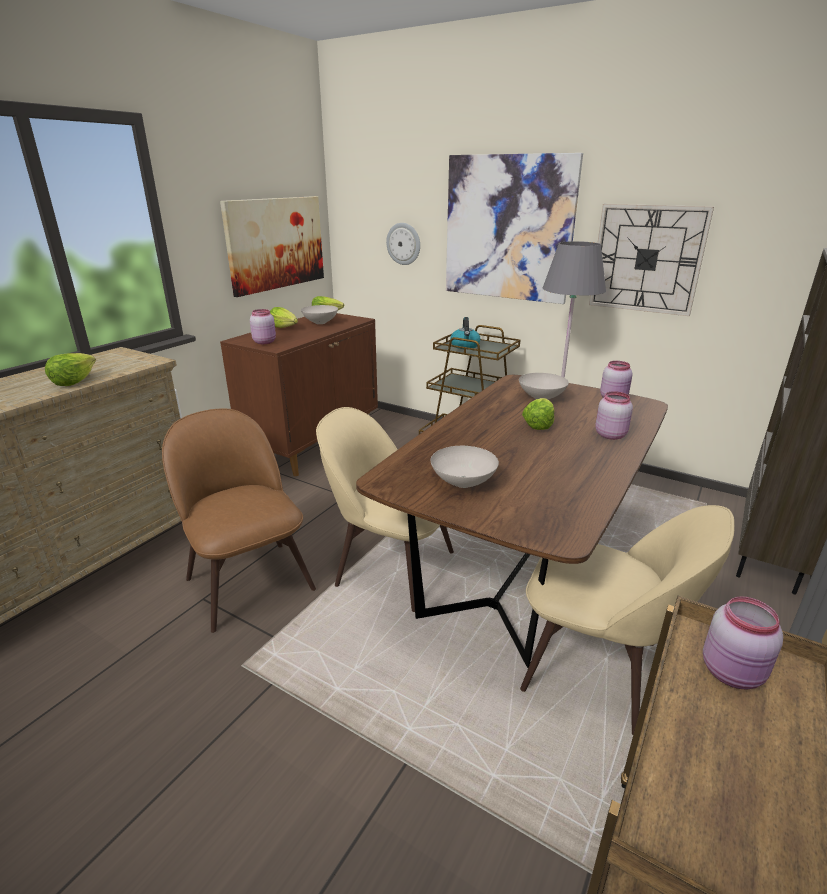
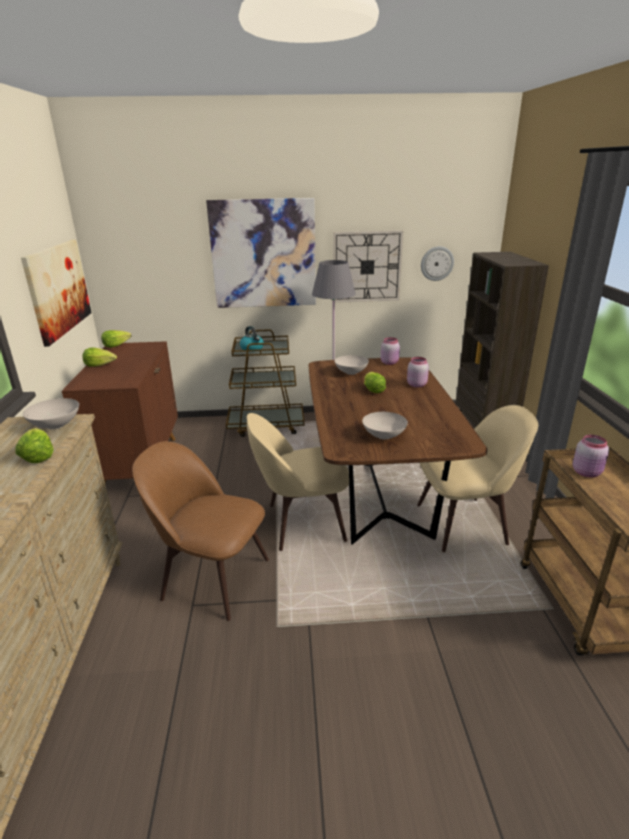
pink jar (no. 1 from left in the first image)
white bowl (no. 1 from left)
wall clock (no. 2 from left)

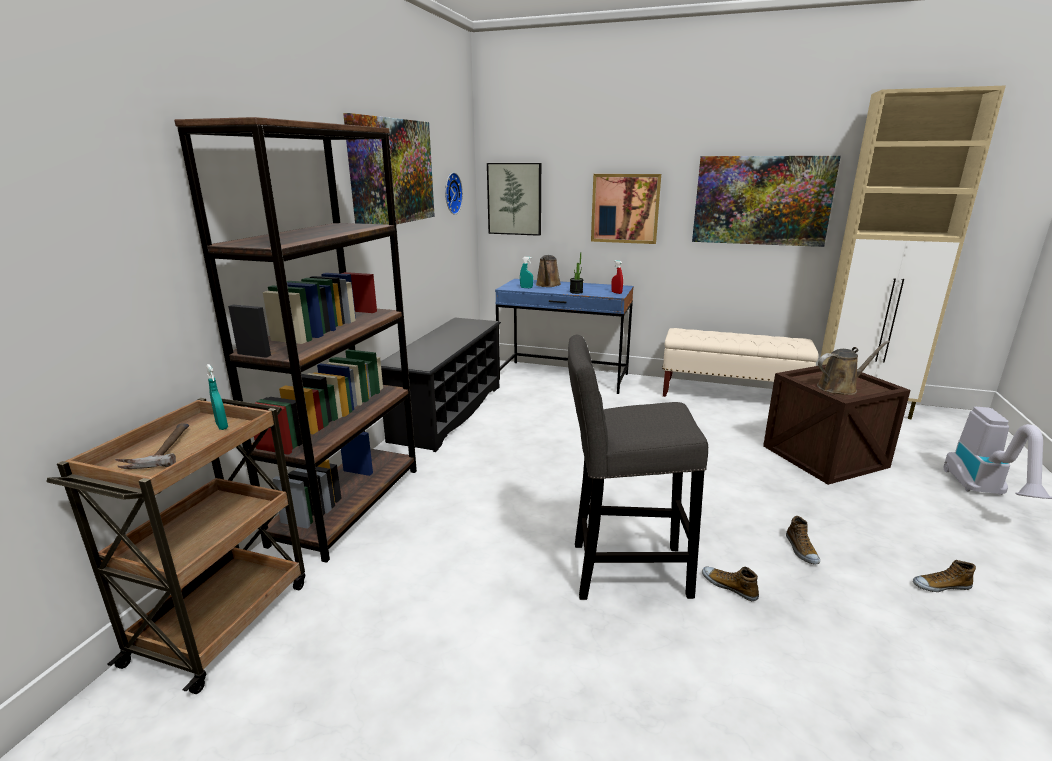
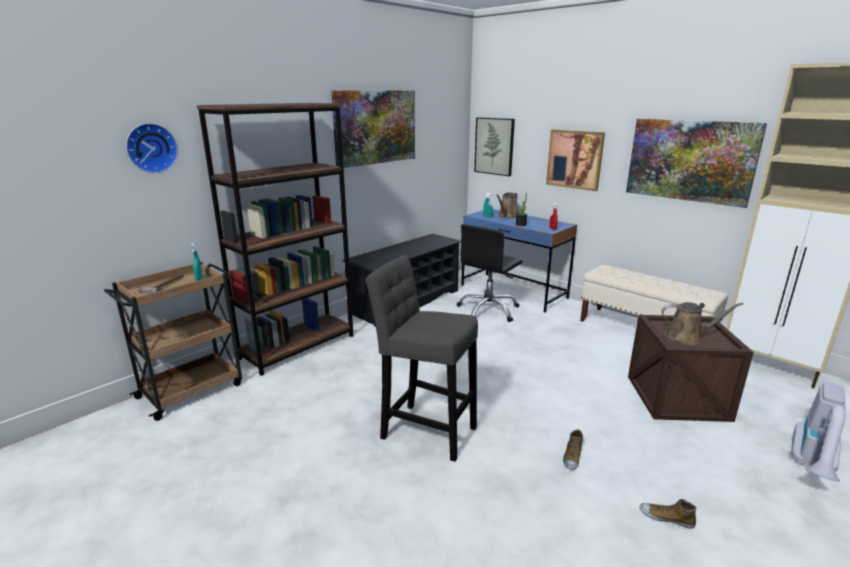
wall clock
shoe (no. 1 from left in the first image)
black office chair

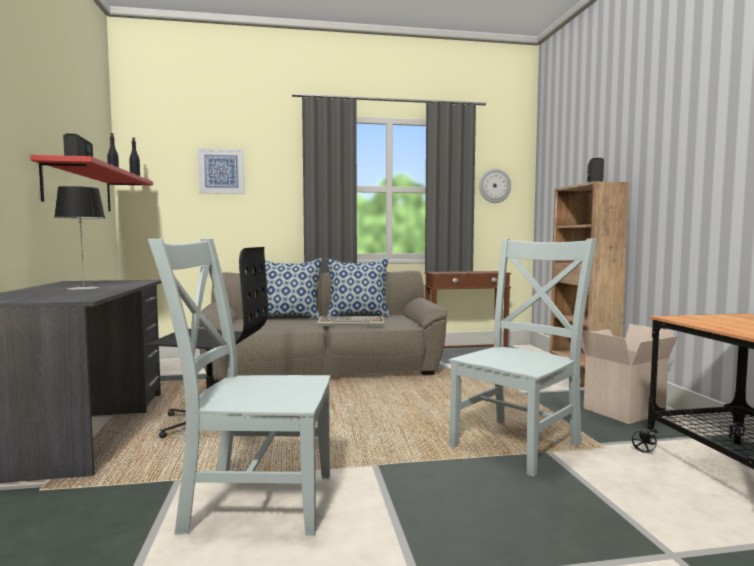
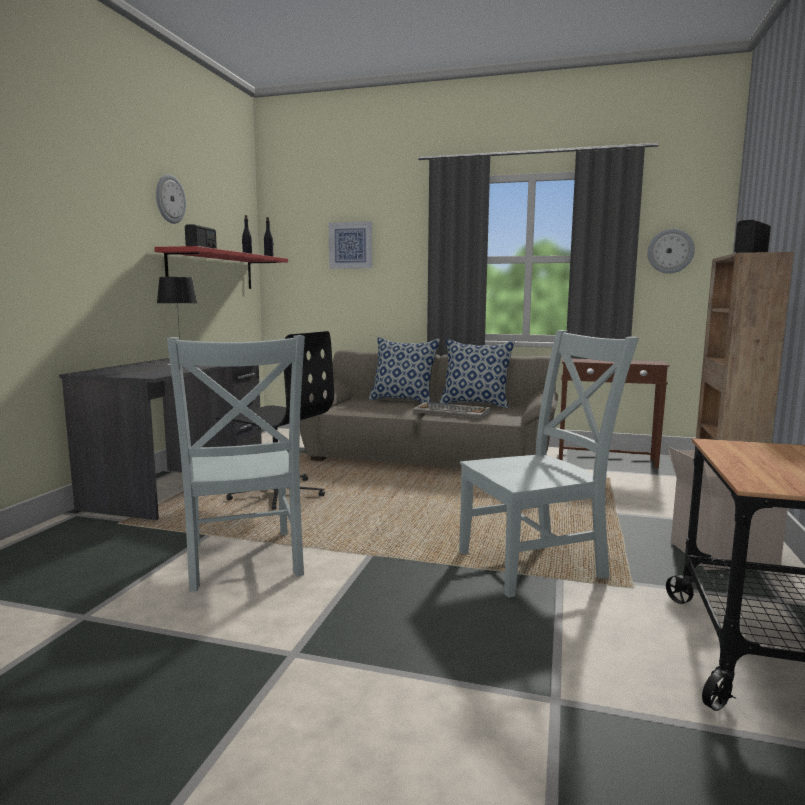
grey chair (no. 1 from left)
wall clock (no. 1 from left)

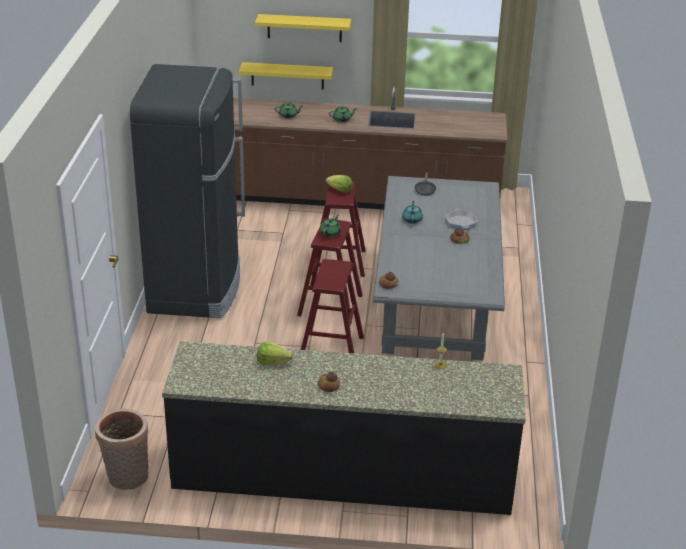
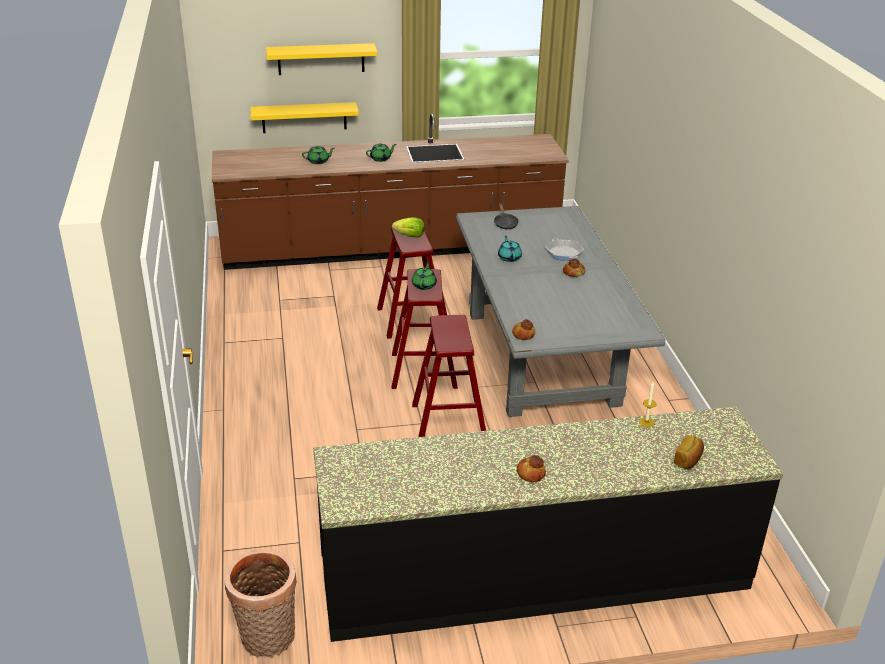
black fridge
lettuce (no. 1 from left in the first image)
bread (no. 4 from left)

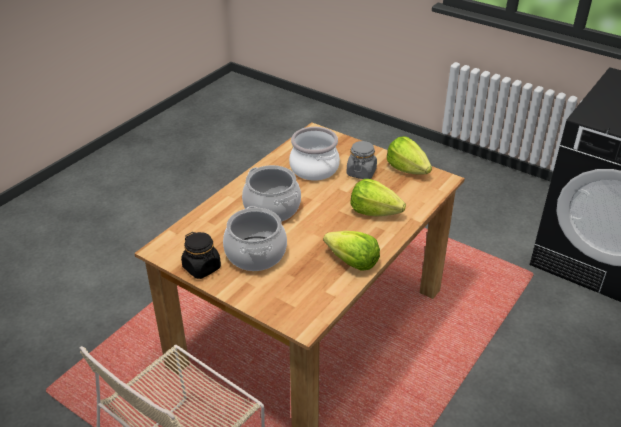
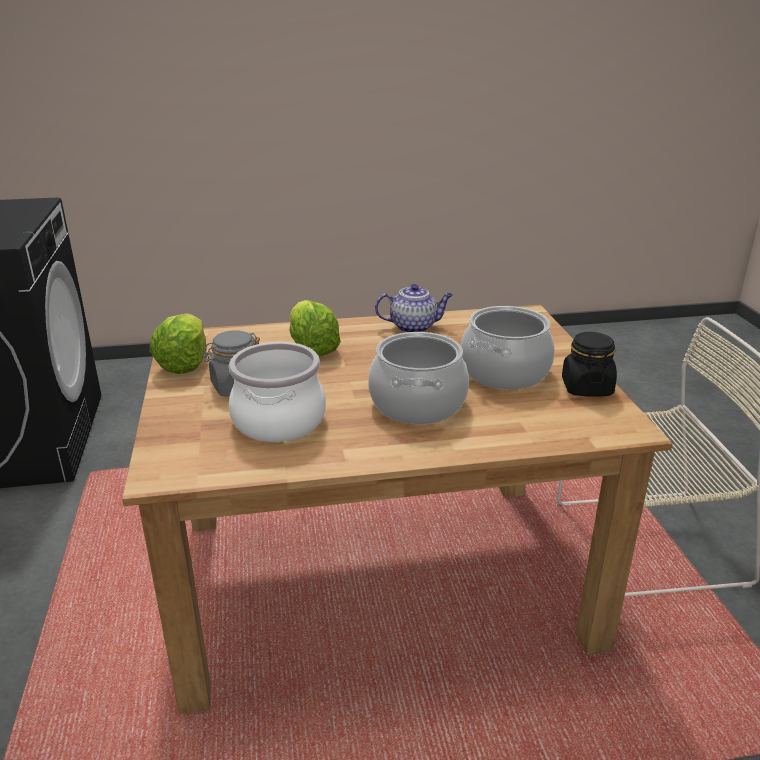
teapot

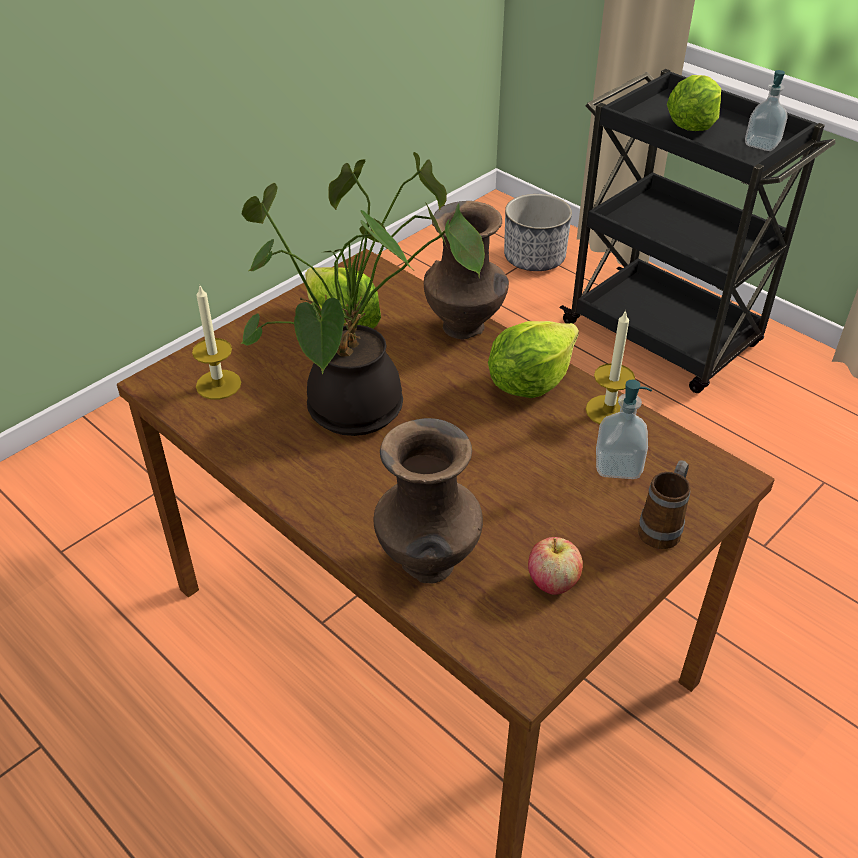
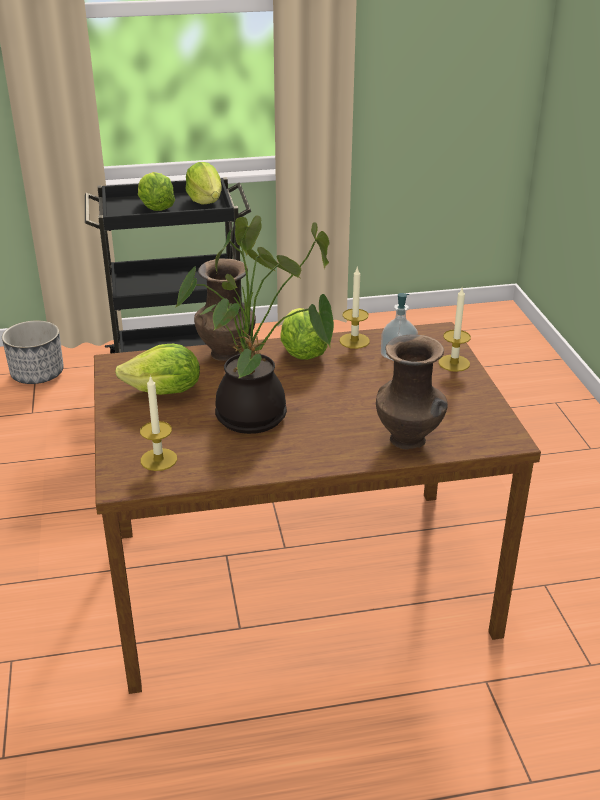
apple
candle (no. 3 from left)
lettuce (no. 3 from left)

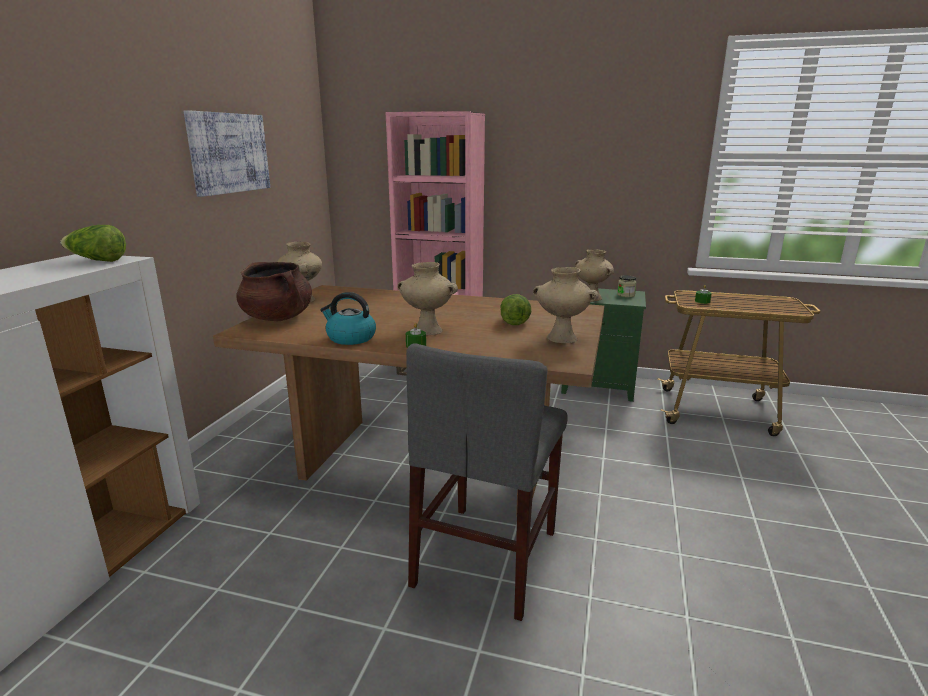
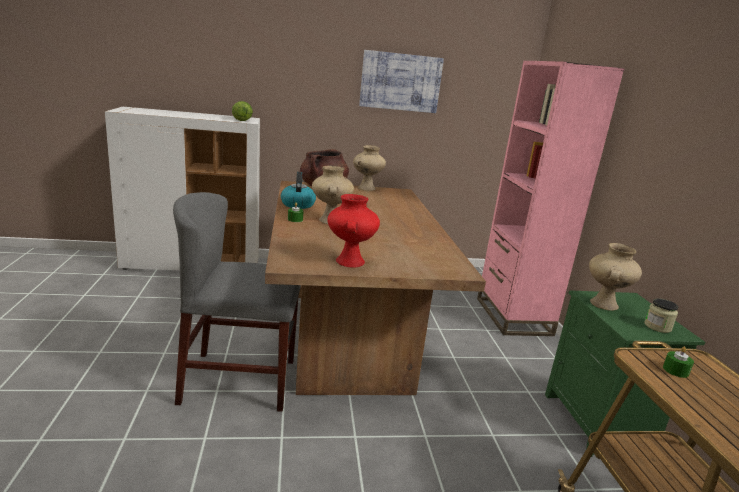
lettuce (no. 2 from left in the first image)
red vase

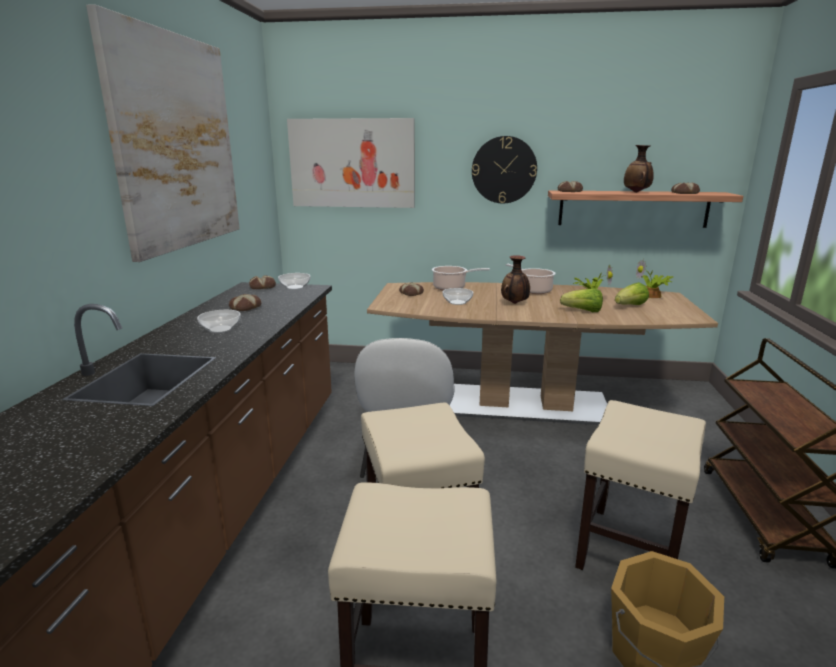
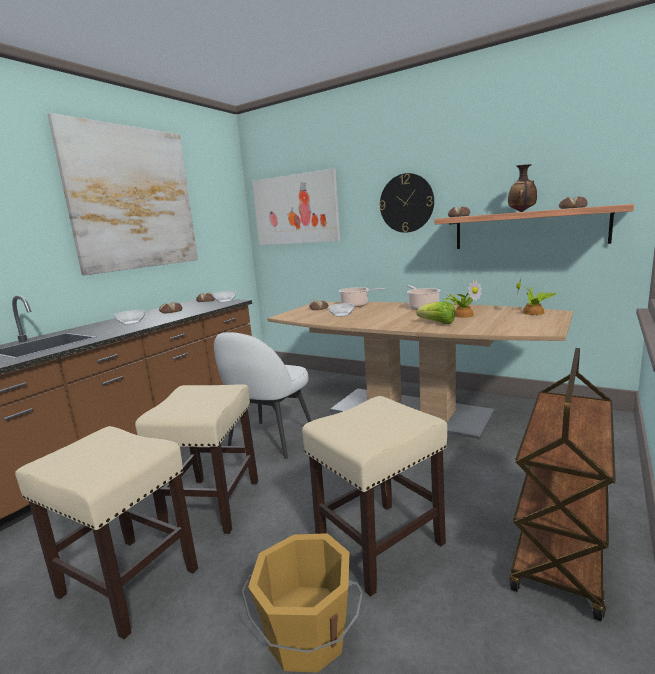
vase (no. 1 from left in the first image)
lettuce (no. 2 from left in the first image)

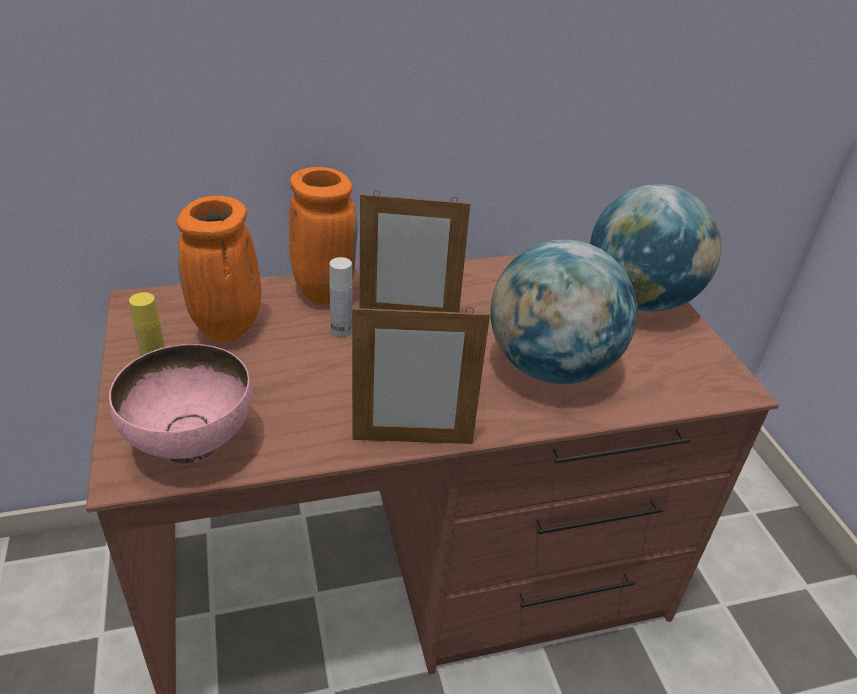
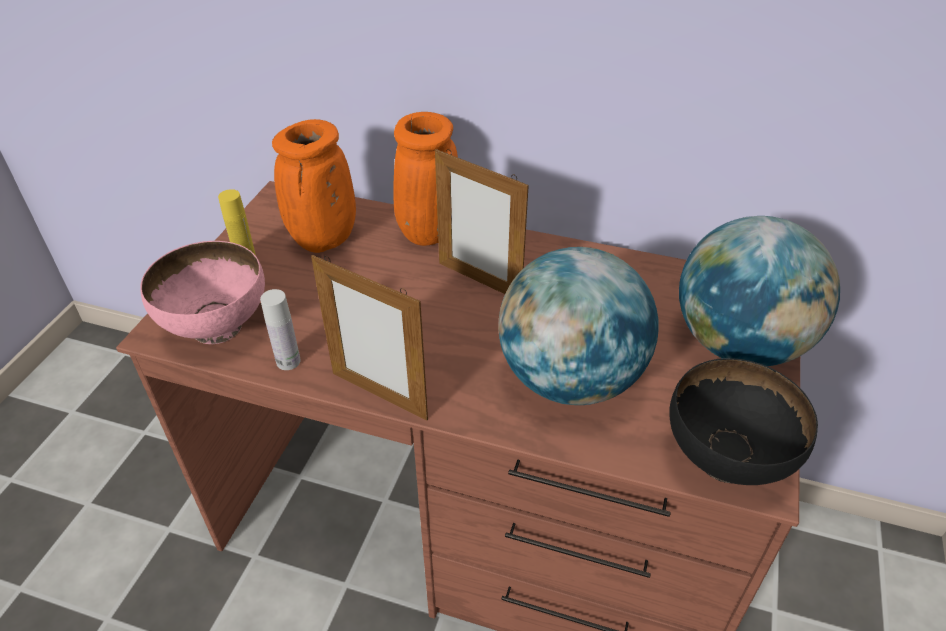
white bottle
black bowl

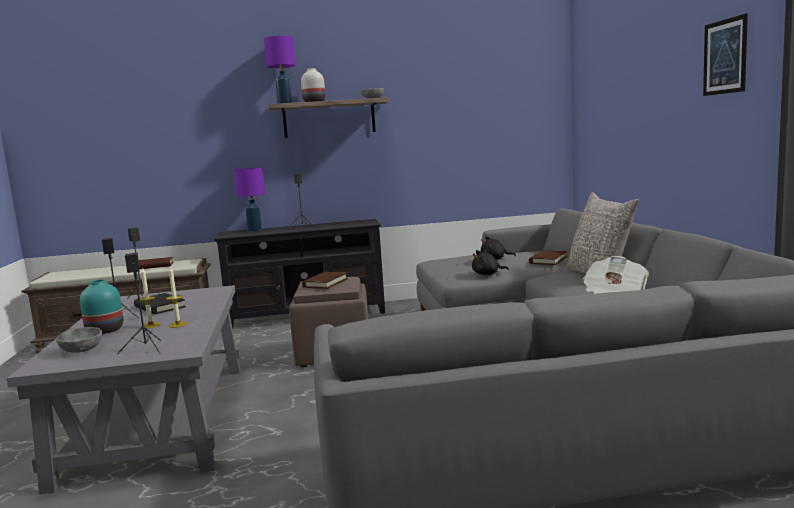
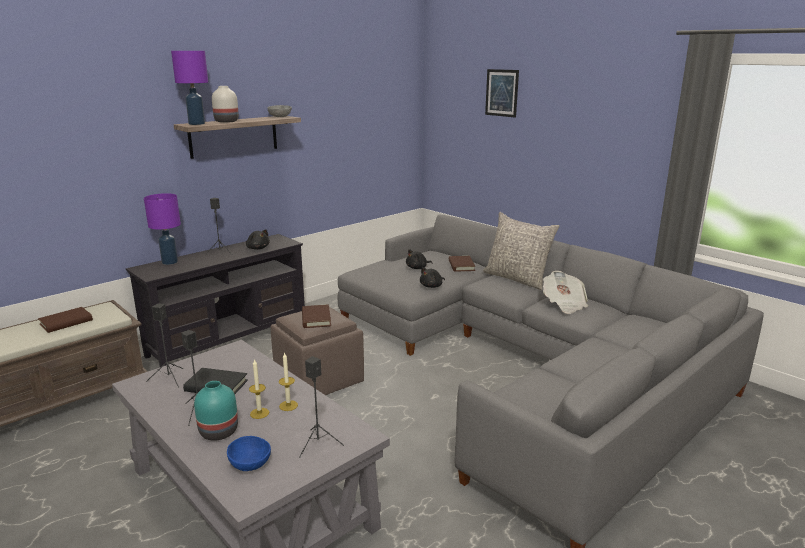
blue bowl
picture
black plush toy (no. 1 from left)

